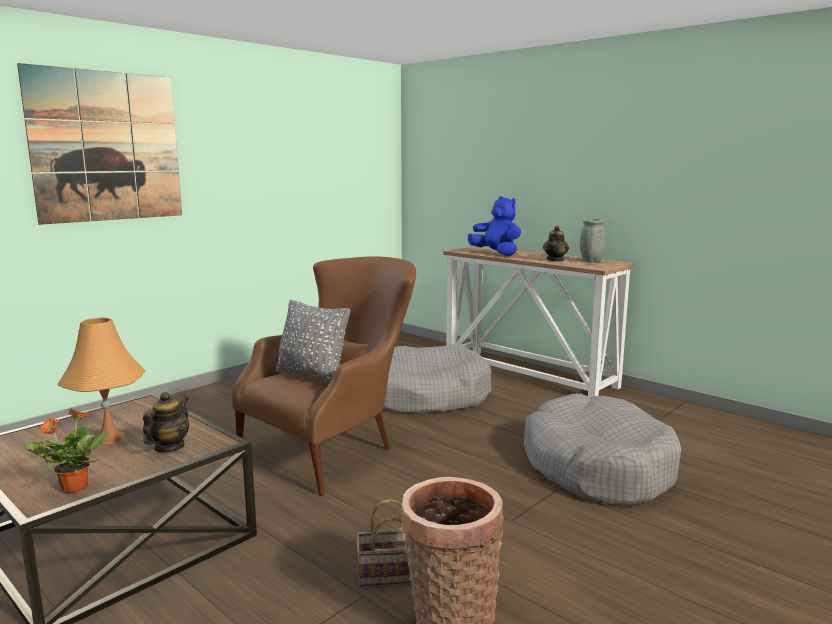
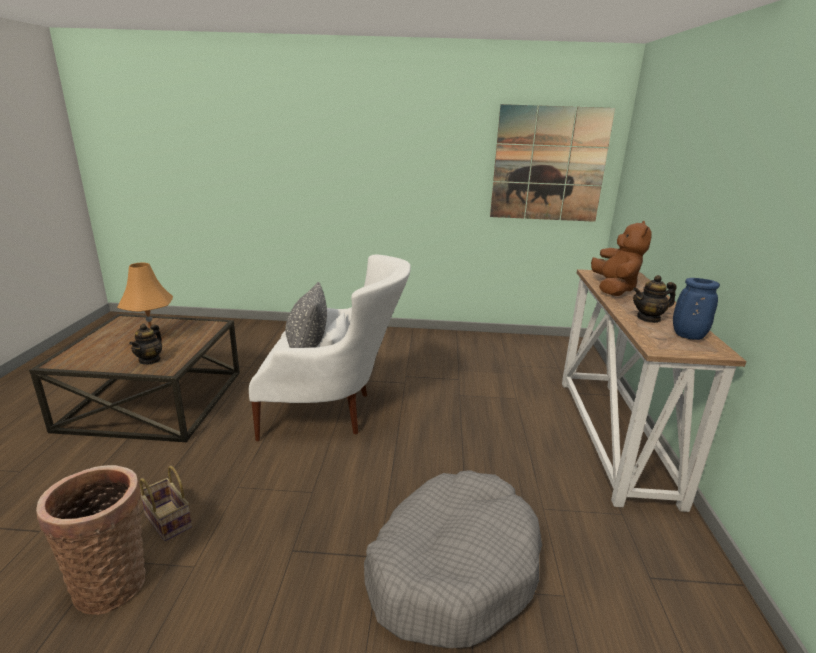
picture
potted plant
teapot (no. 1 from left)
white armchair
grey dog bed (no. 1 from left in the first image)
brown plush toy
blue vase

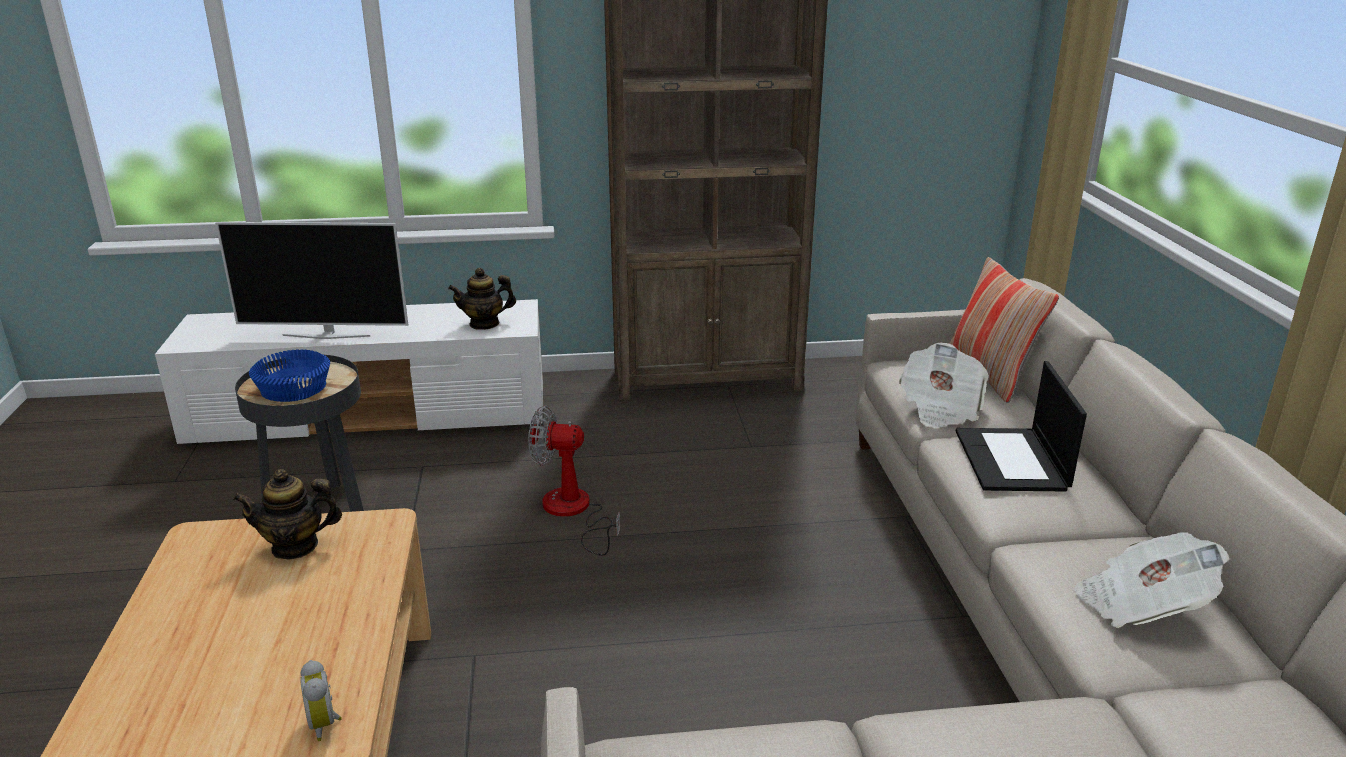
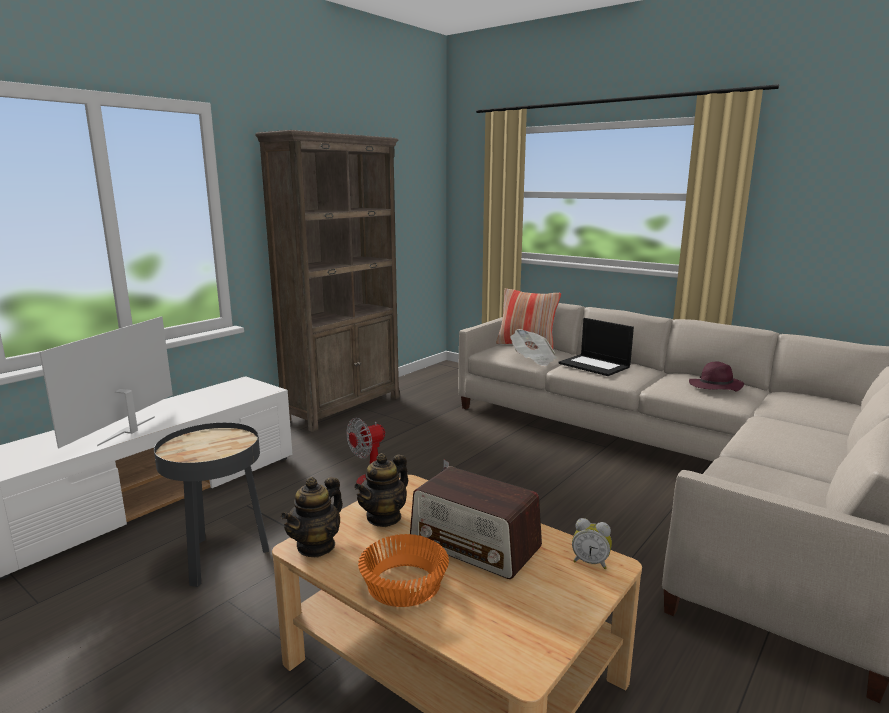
television
blue bowl
teapot (no. 1 from left)
purple hat
orange bowl
radio

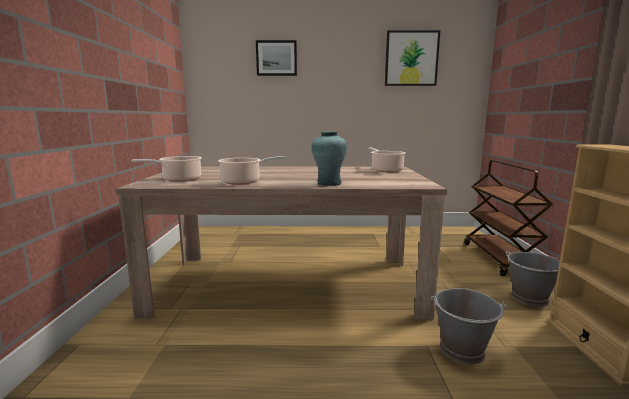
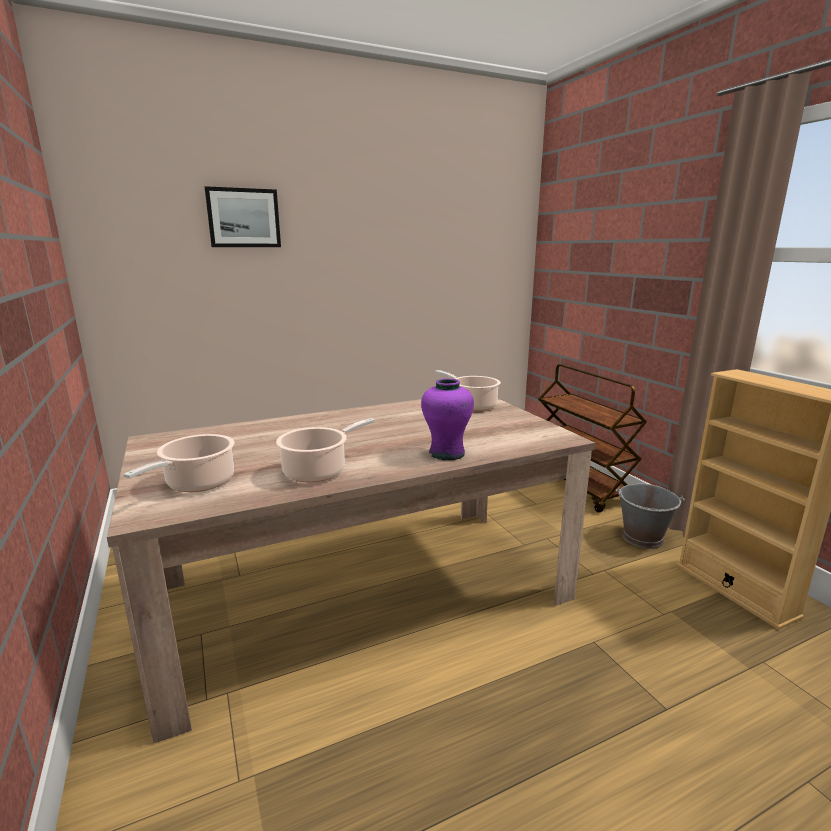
purple vase
picture (no. 2 from left in the first image)
grey bucket (no. 1 from left in the first image)

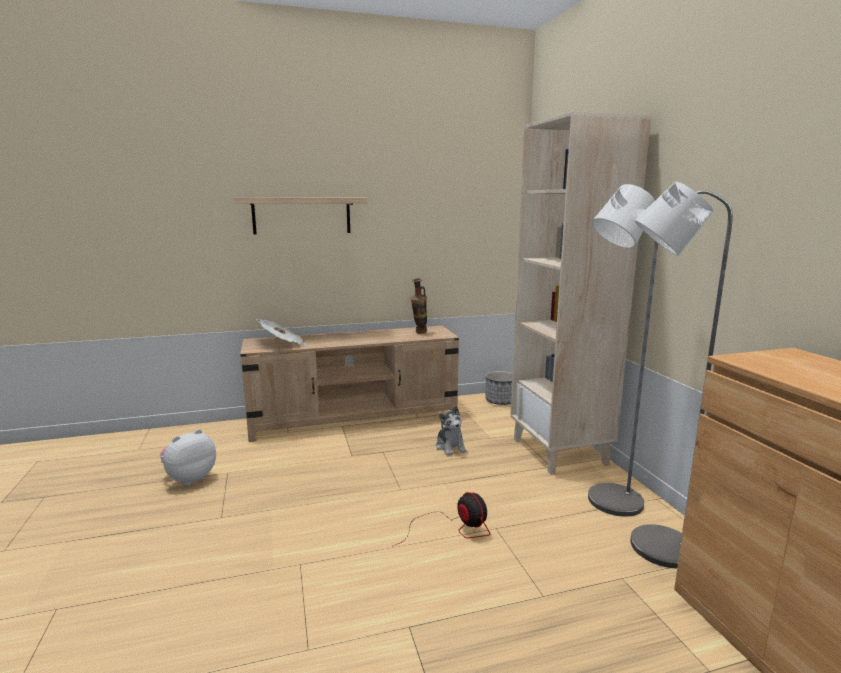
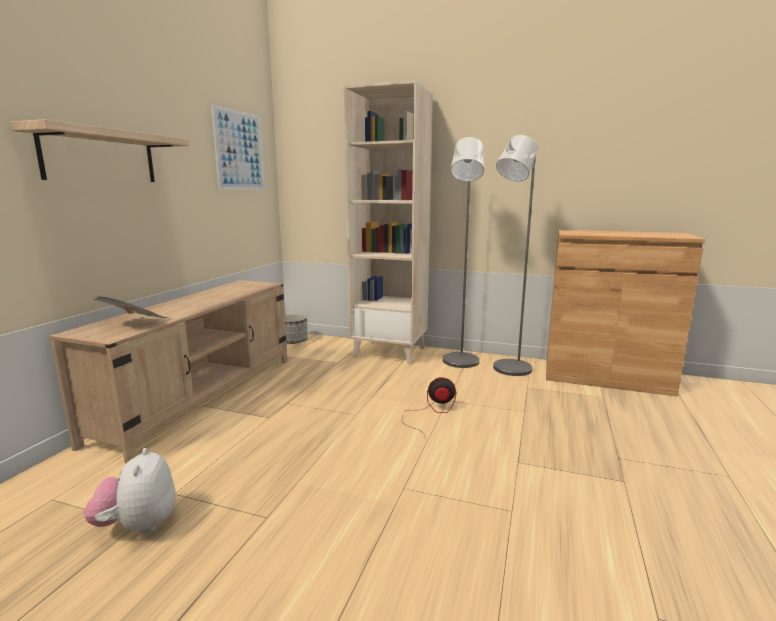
vase
plush toy (no. 2 from left in the first image)
picture

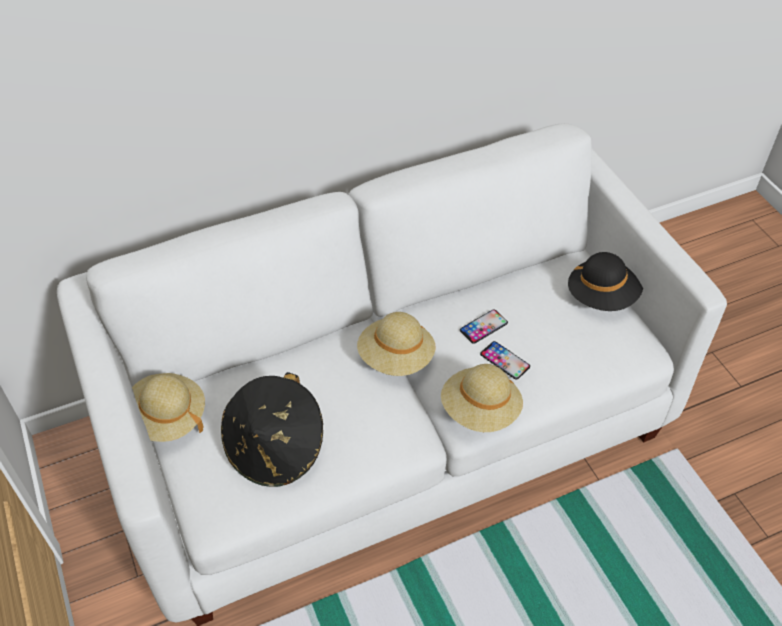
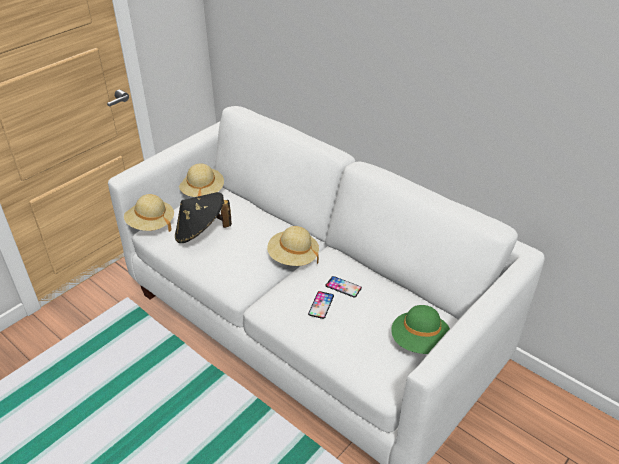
beige hat (no. 1 from left)
green hat

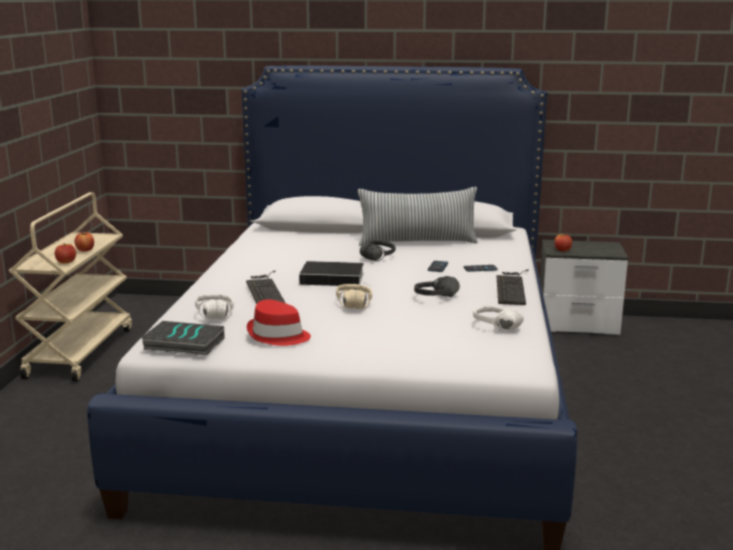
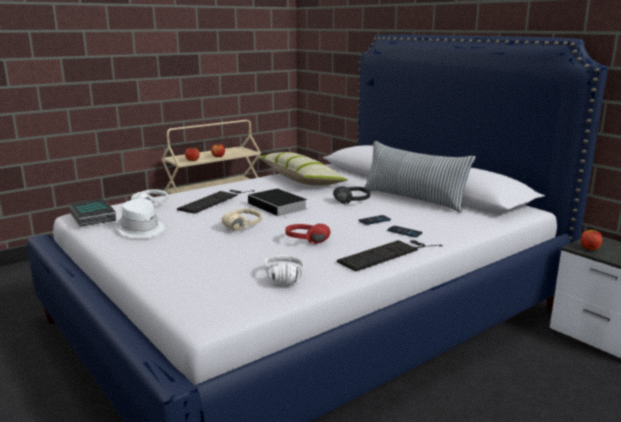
white hat
red headphones
pillow (no. 1 from left)

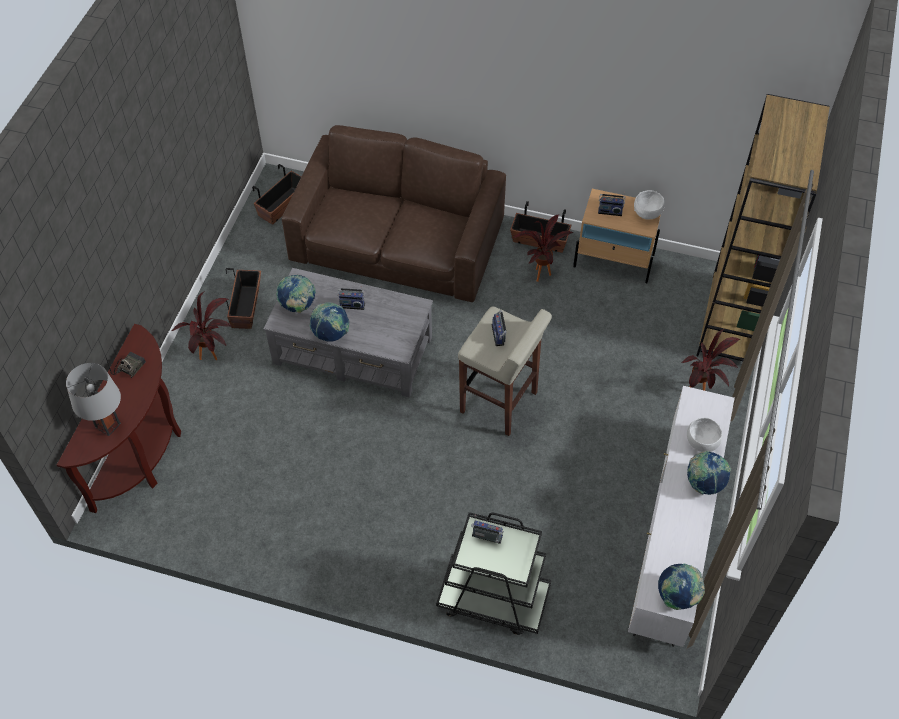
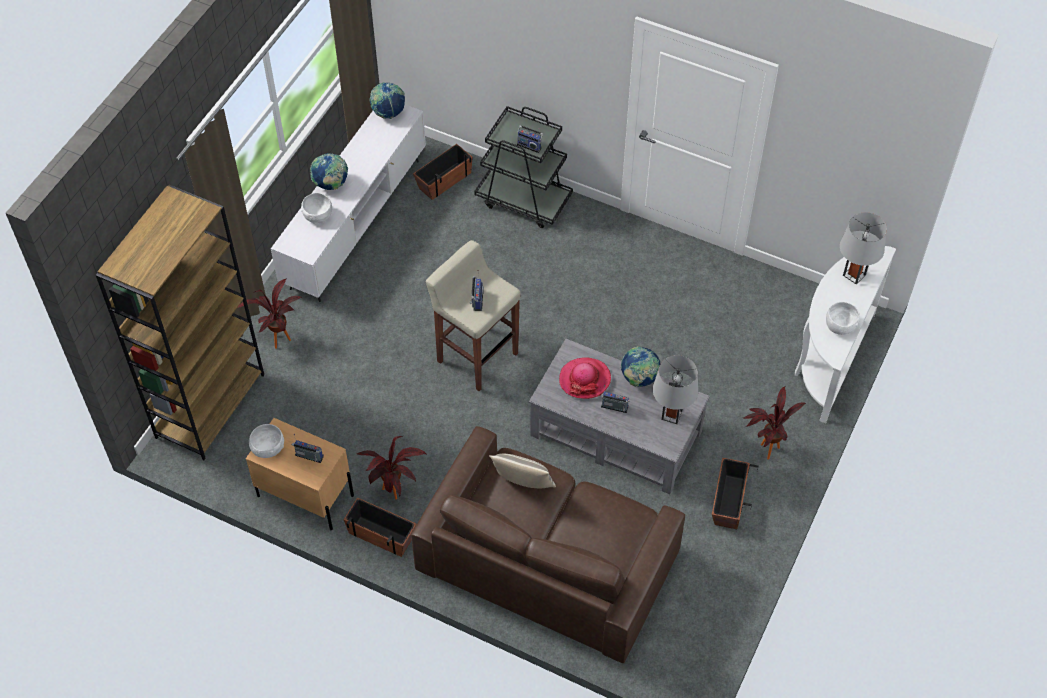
white console table
white bowl (no. 3 from left)
planter (no. 2 from left)
grey table lamp (no. 1 from left)
pillow
hat

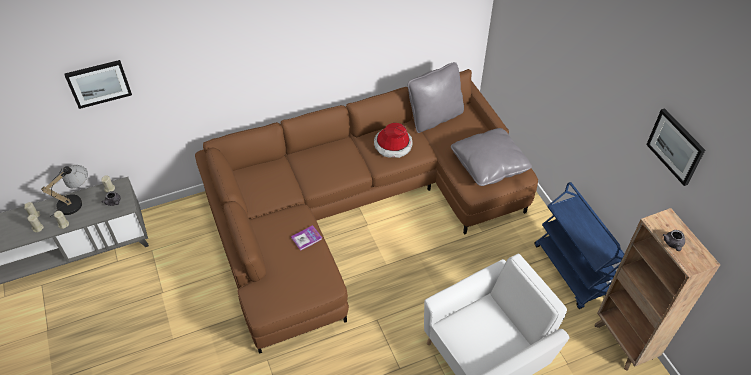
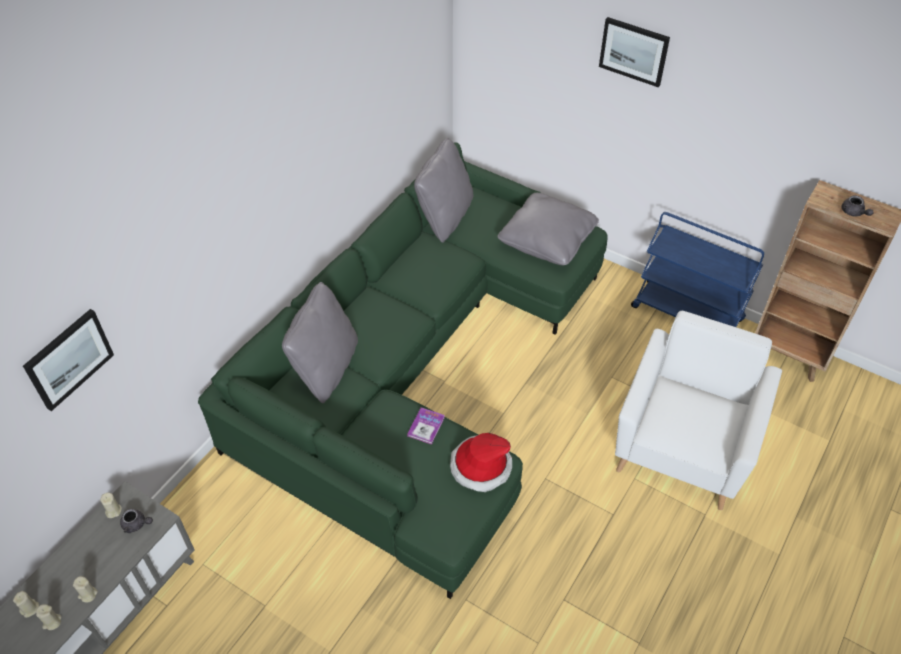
table lamp
green sofa
hat
picture (no. 2 from left)
grey pillow (no. 1 from left)

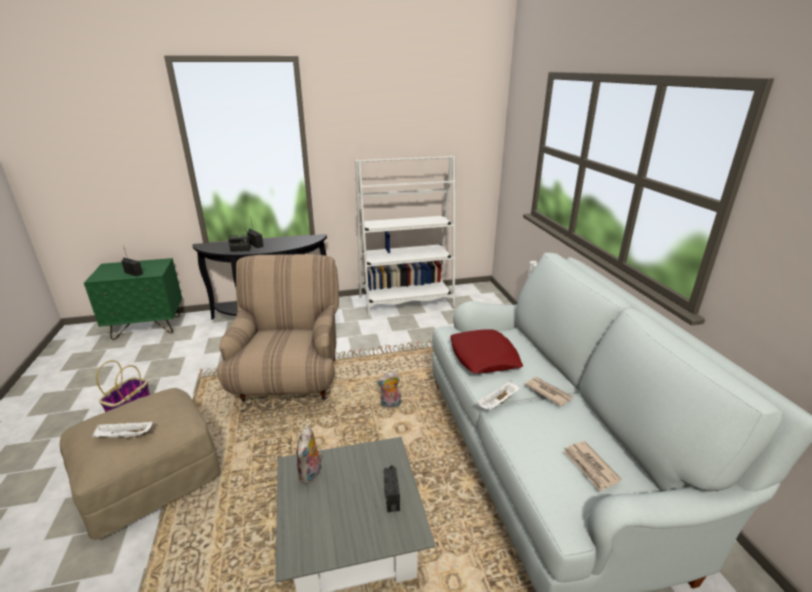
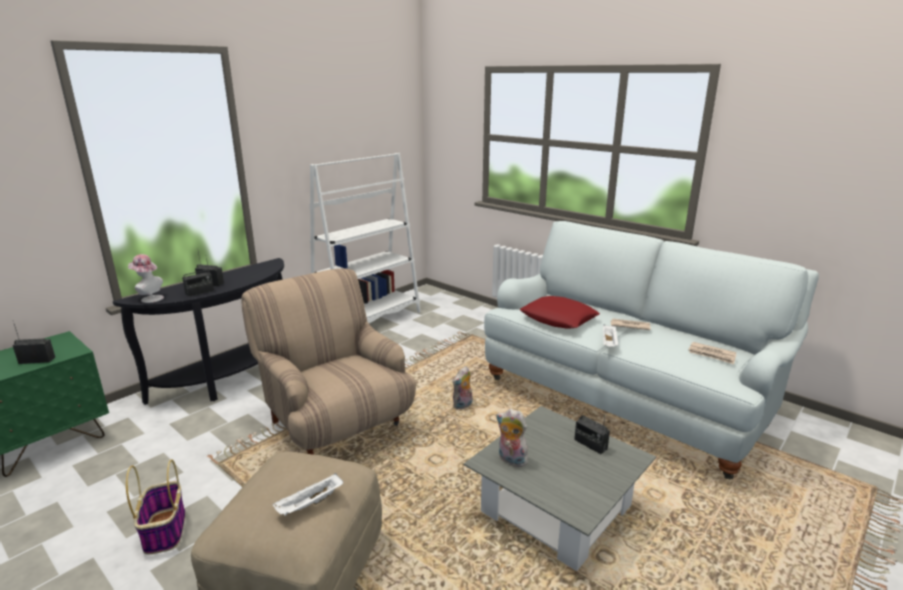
plush toy (no. 2 from left)
hat

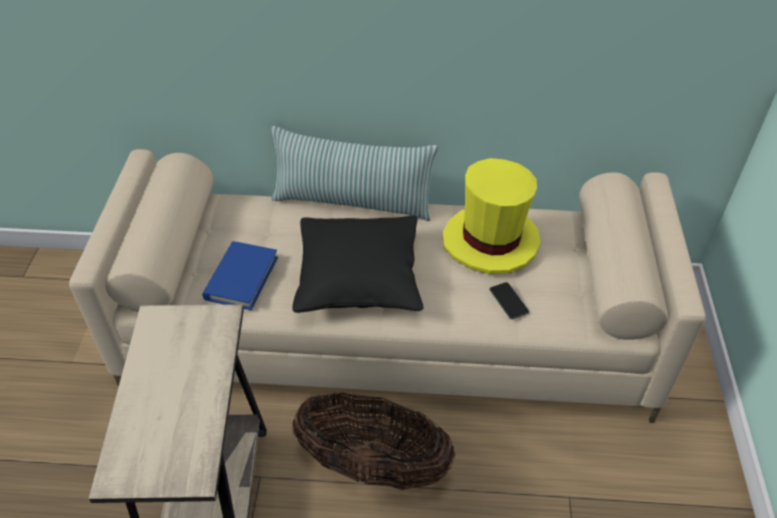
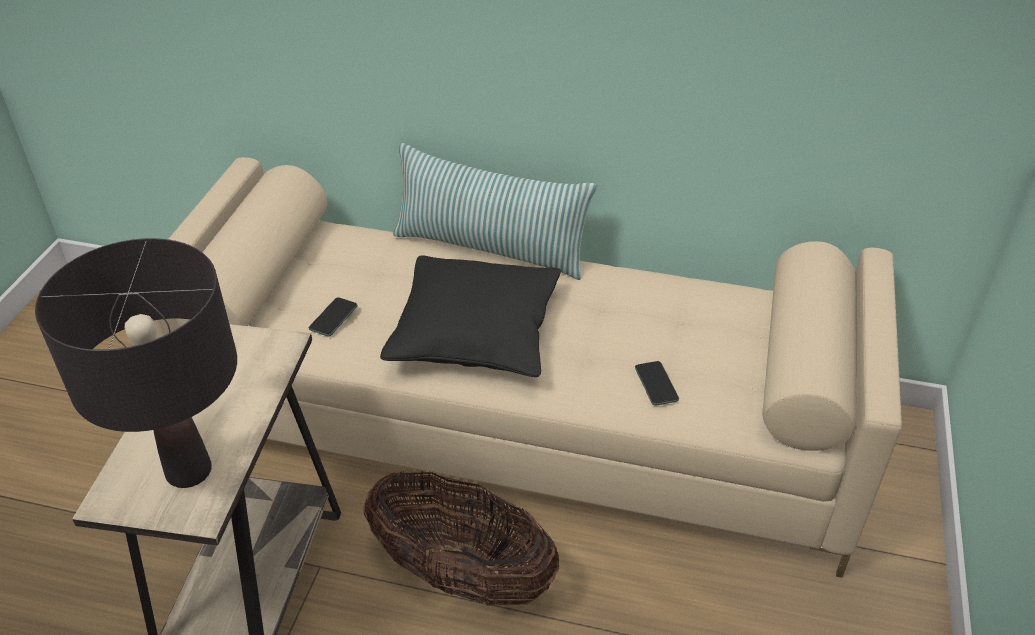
phone (no. 1 from left)
yellow hat
black table lamp

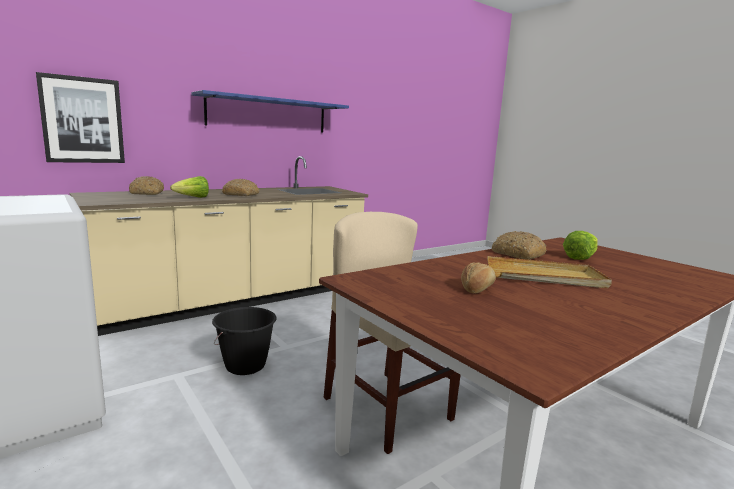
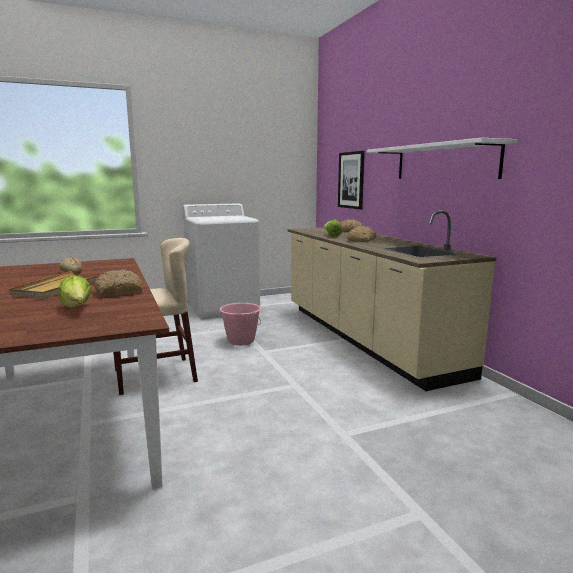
white shelf
pink bucket

